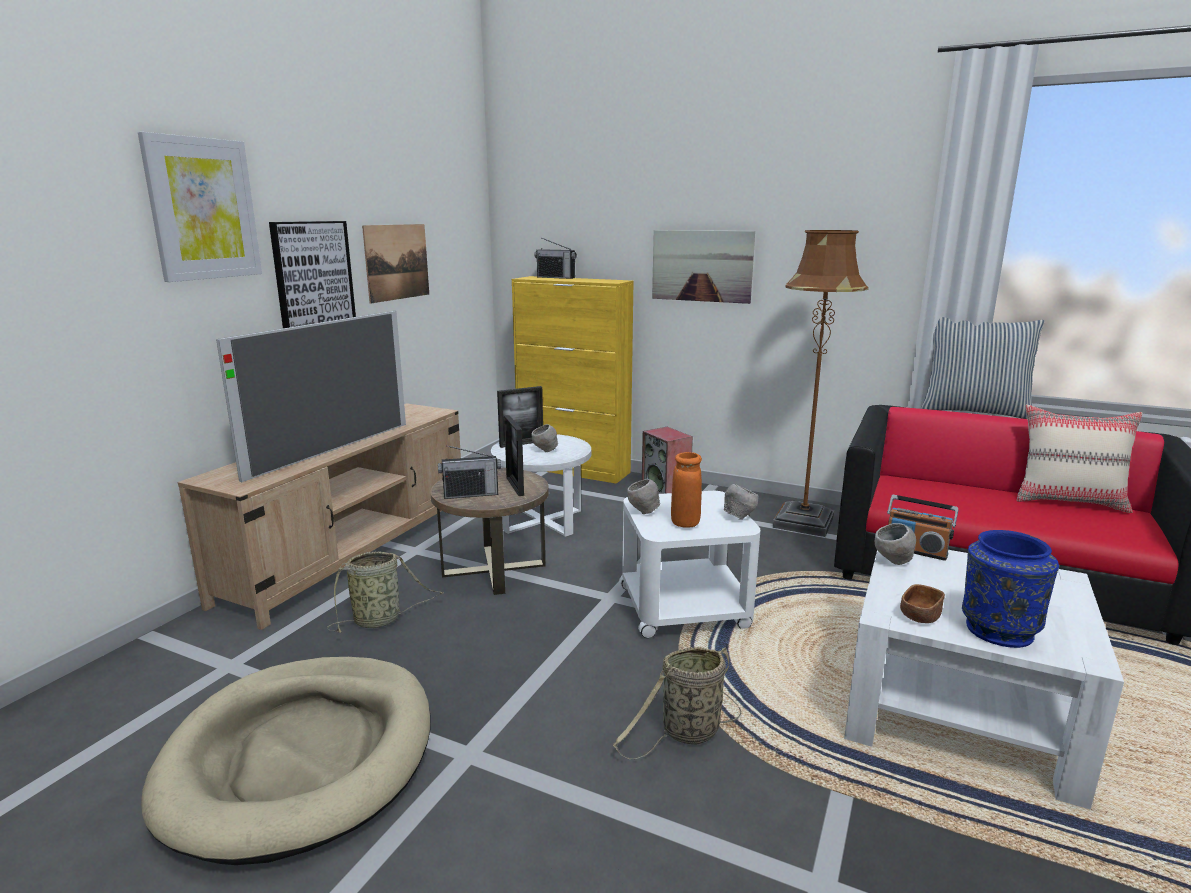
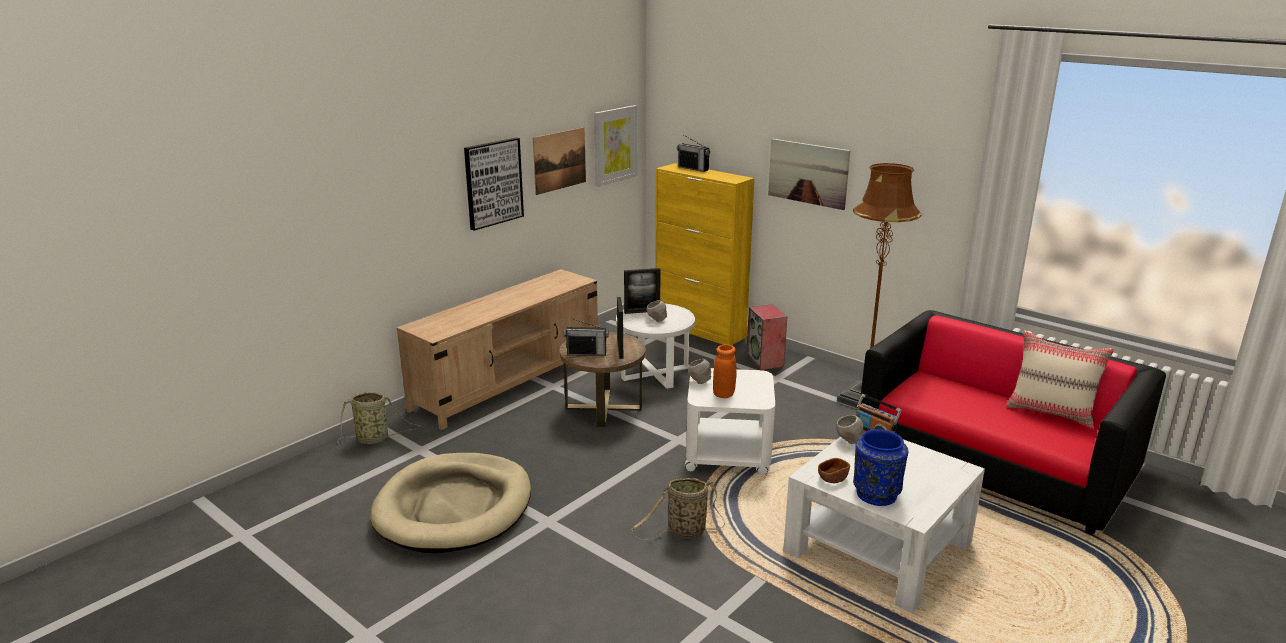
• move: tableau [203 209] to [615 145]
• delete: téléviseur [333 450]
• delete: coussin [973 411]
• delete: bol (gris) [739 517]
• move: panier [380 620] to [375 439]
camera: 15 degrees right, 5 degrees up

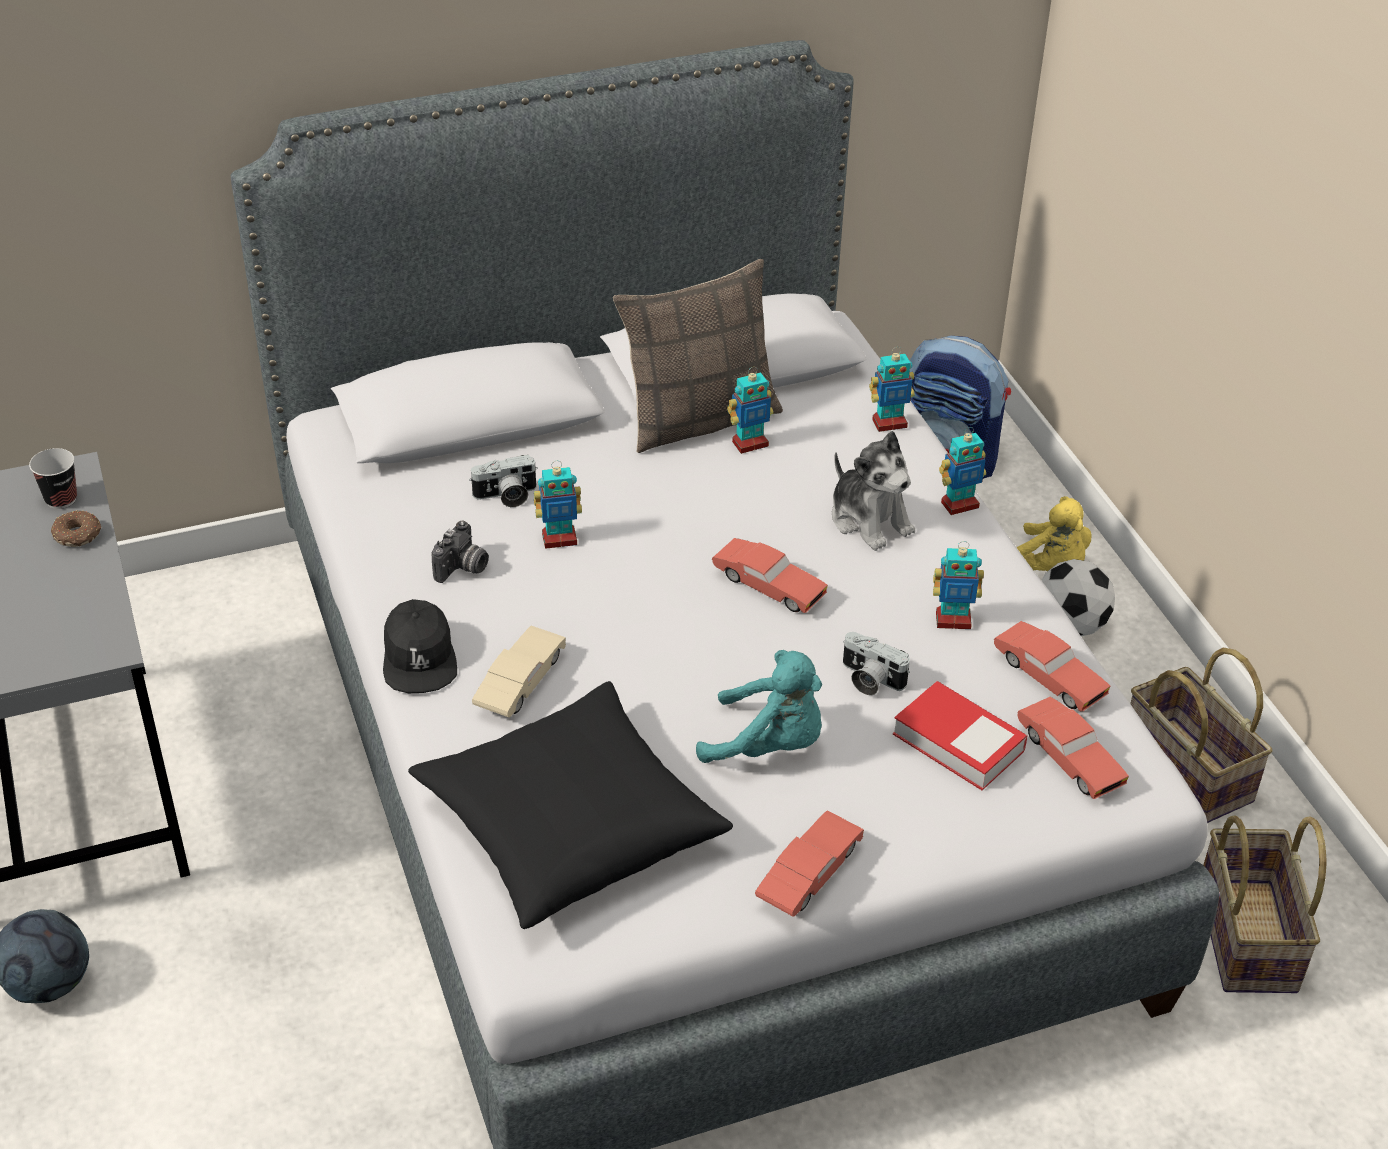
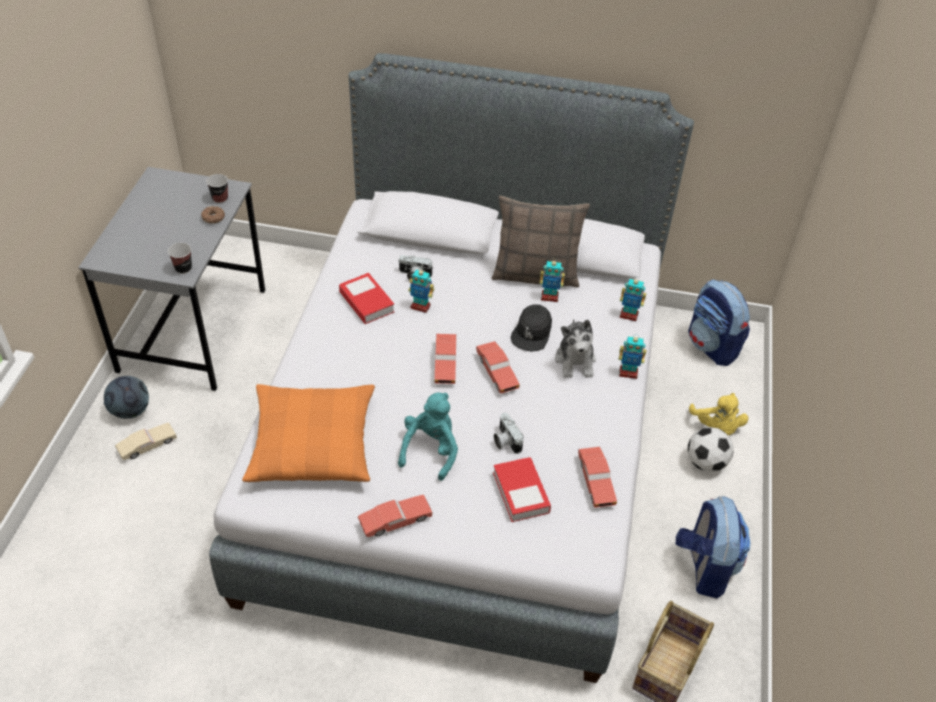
• replace: appareil photo [463 569] to livre [366 302]
• delete: robot jouet [953 620]
• move: casquette (noir) [419 657] to [532 333]
• move: petite voiture (beige) [520 684] to [147 446]
• replace: panier [1184 772] to sac à dos [704 567]
• rotate: peluche (turquoise) [769 745] = [431 450] 120 degrees counterclockwise
• recolor: coussin (noir) [569 823] to coussin (orange) [312 443]
• move: petite voiture (rouge) [1068 758] to [445 364]
• insert: tasse [183 268]
camera: 30 degrees right, 5 degrees up

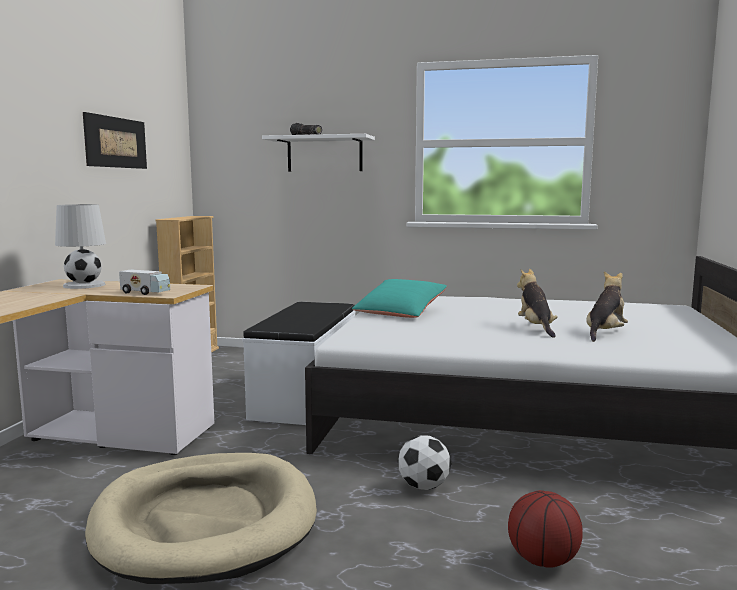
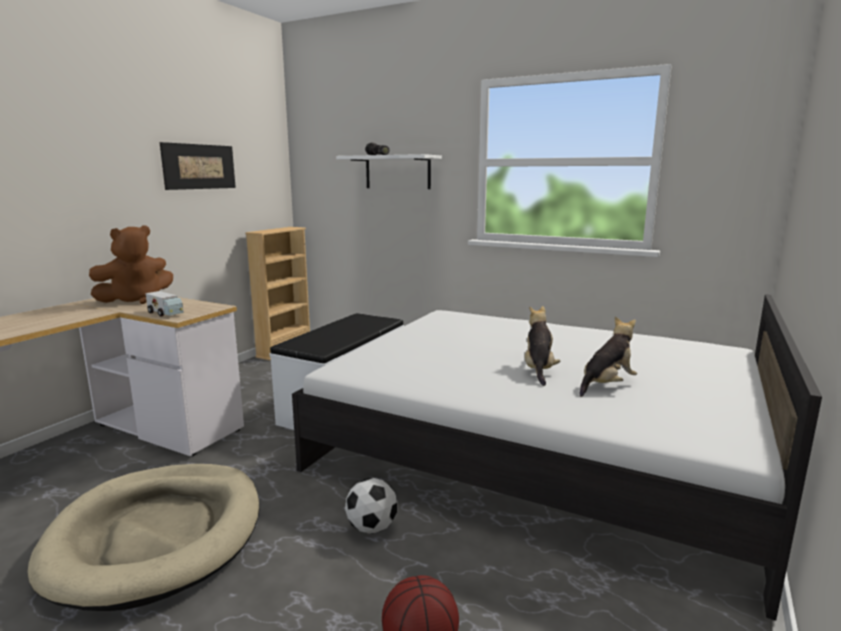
• replace: lampe de table (blanc) [84 285] to peluche (marron) [136 300]
• delete: coussin (turquoise) [400 312]
camera: 15 degrees right, 5 degrees up

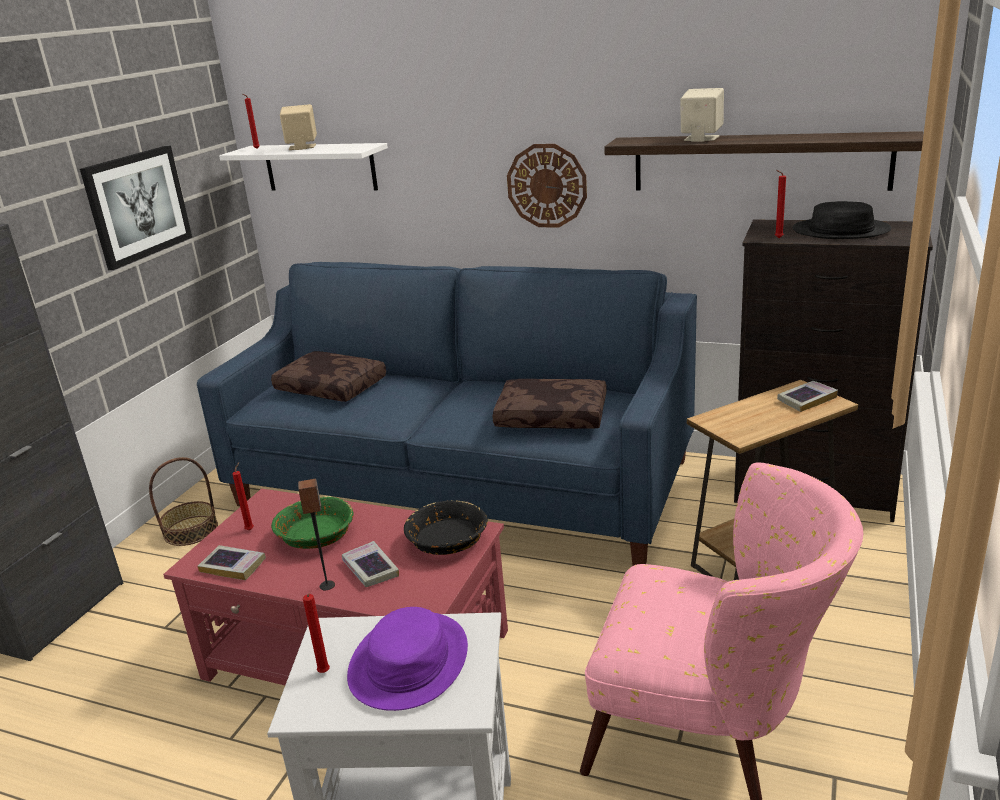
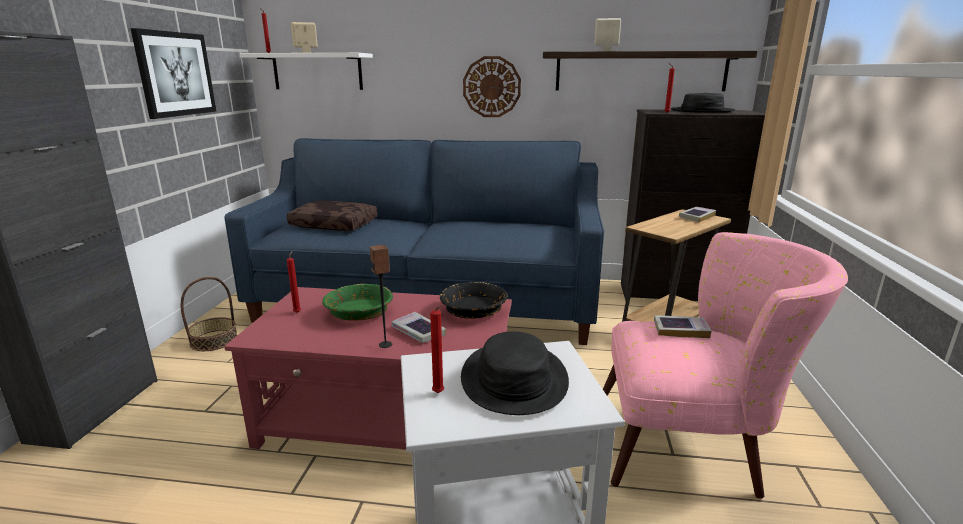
• delete: coussin (marron) [553 416]
• move: livre [233 566] to [680 330]
• recolor: chapeau (violet) [408 662] to chapeau (noir) [513 379]
camera: 15 degrees left, 5 degrees down

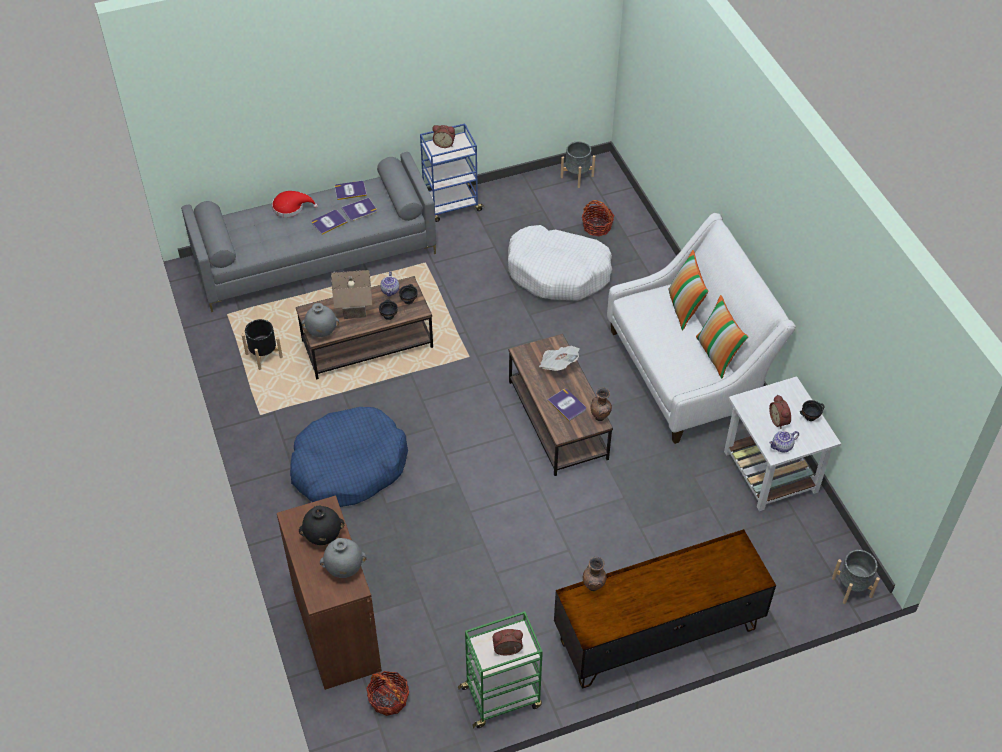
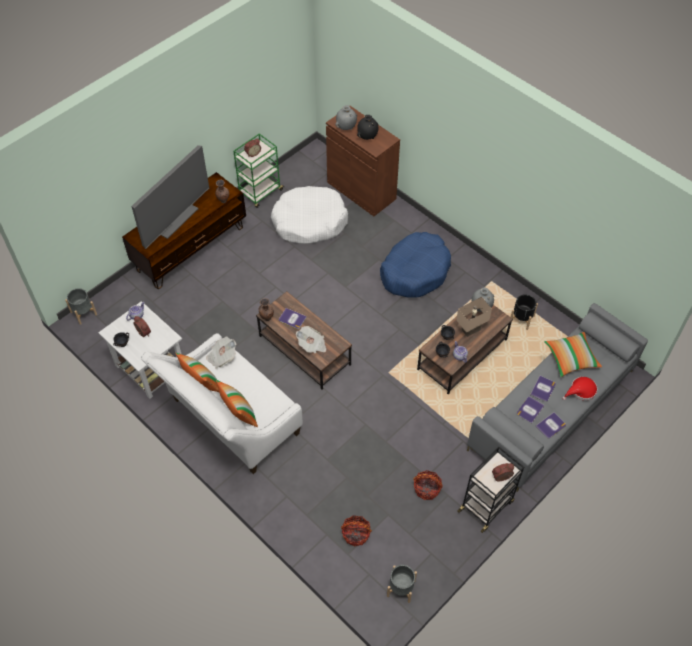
• recolor: chariot (bleu) [451 205] to chariot (noir) [486 505]
• move: panier pour chien (blanc) [558 272] to [309 222]
• move: panier [388 699] to [427 489]
• insert: téléviseur [174 218]
• insert: coussin [571 358]
• insert: journal [222 357]
camera: 155 degrees right, 5 degrees up

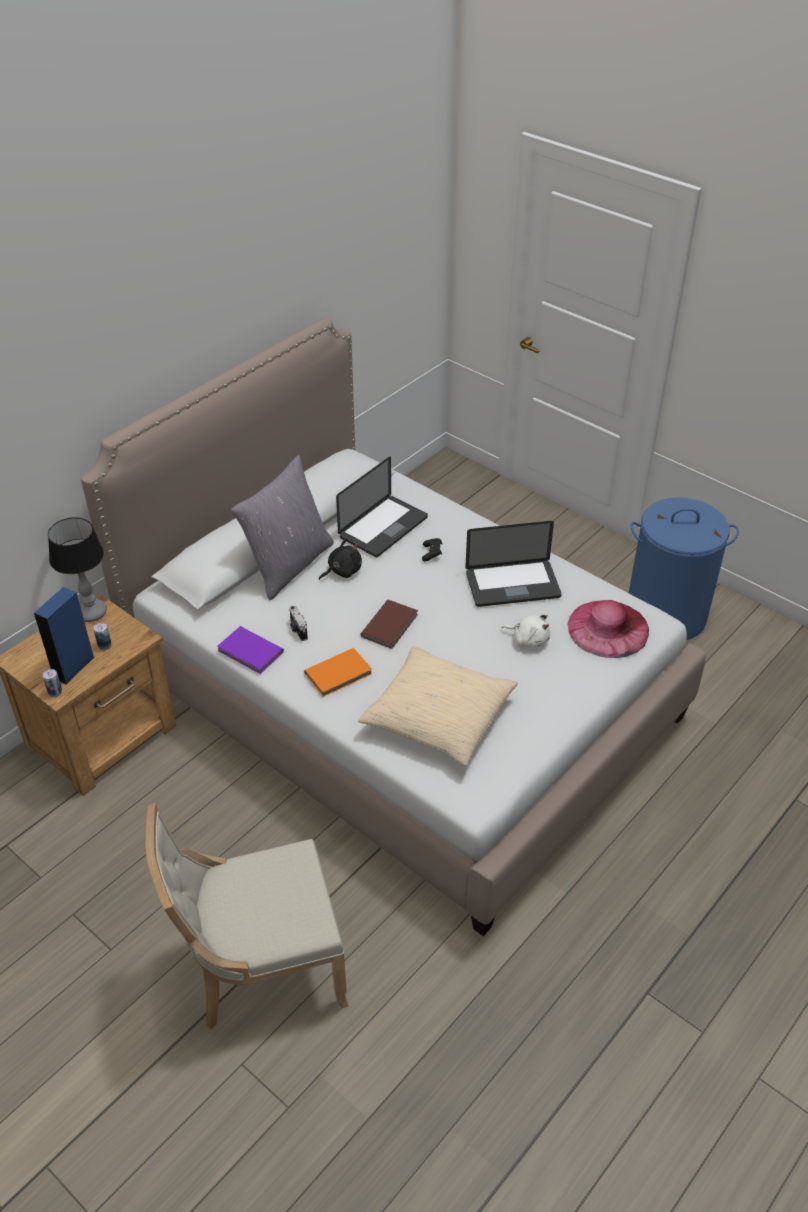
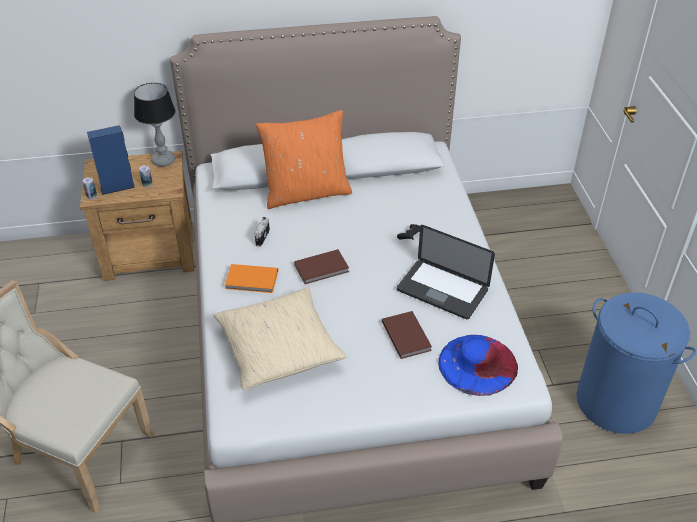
• recolor: coussin (gris) [288 565] to coussin (orange) [306 192]
• delete: ordinateur portable [383 527]
• delete: peluche (noir) [342 571]
• recolor: chapeau (rose) [608 628] to chapeau (bleu) [477 364]
• replace: peluche (blanc) [528 639] to livre (marron) [407 335]
• delete: livre (violet) [250 652]
camera: 40 degrees right, 0 degrees up

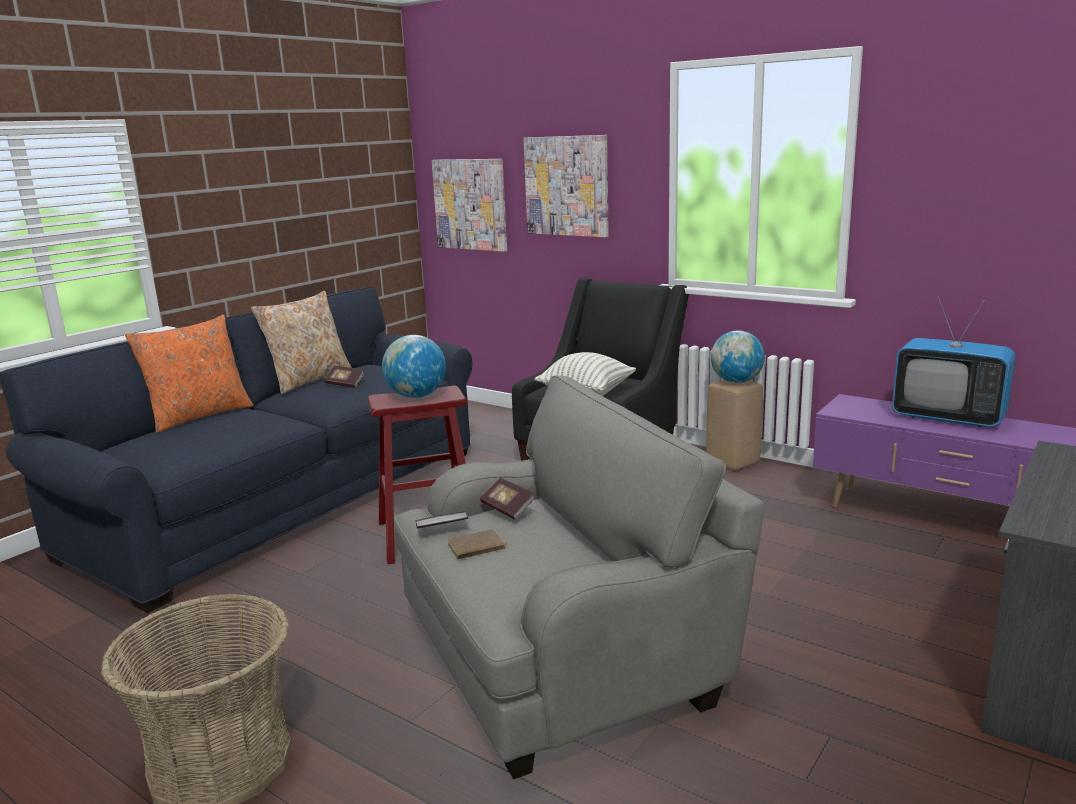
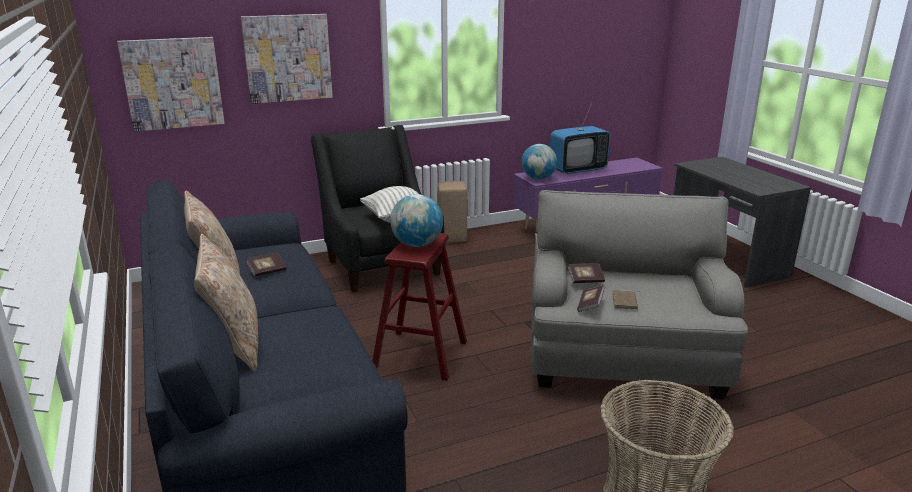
• recolor: coussin (orange) [199 415] to coussin (beige) [234 345]
• move: globe [736 382] to [538 178]
camera: 60 degrees left, 5 degrees up

